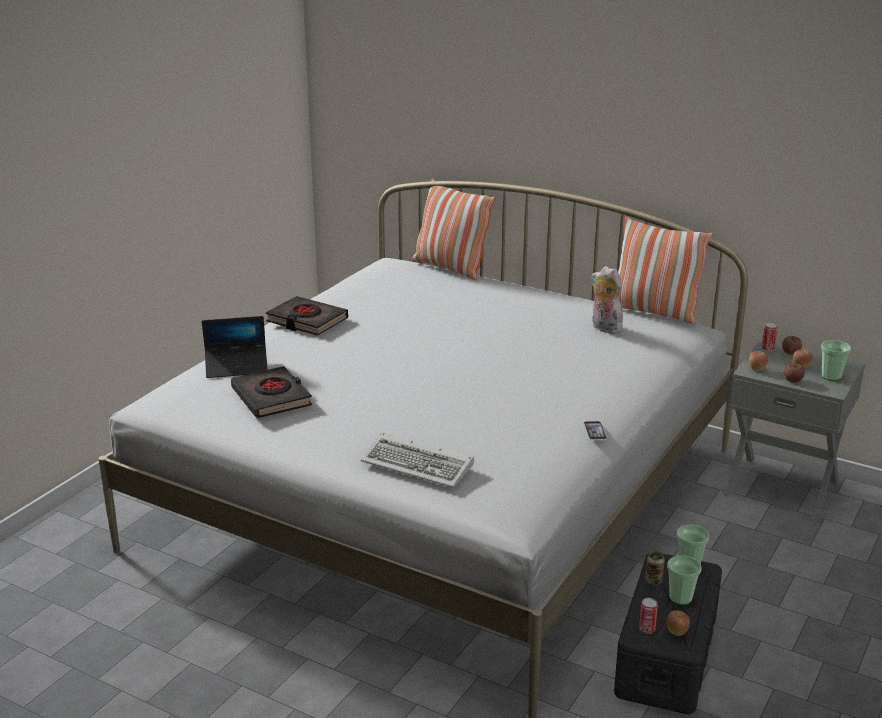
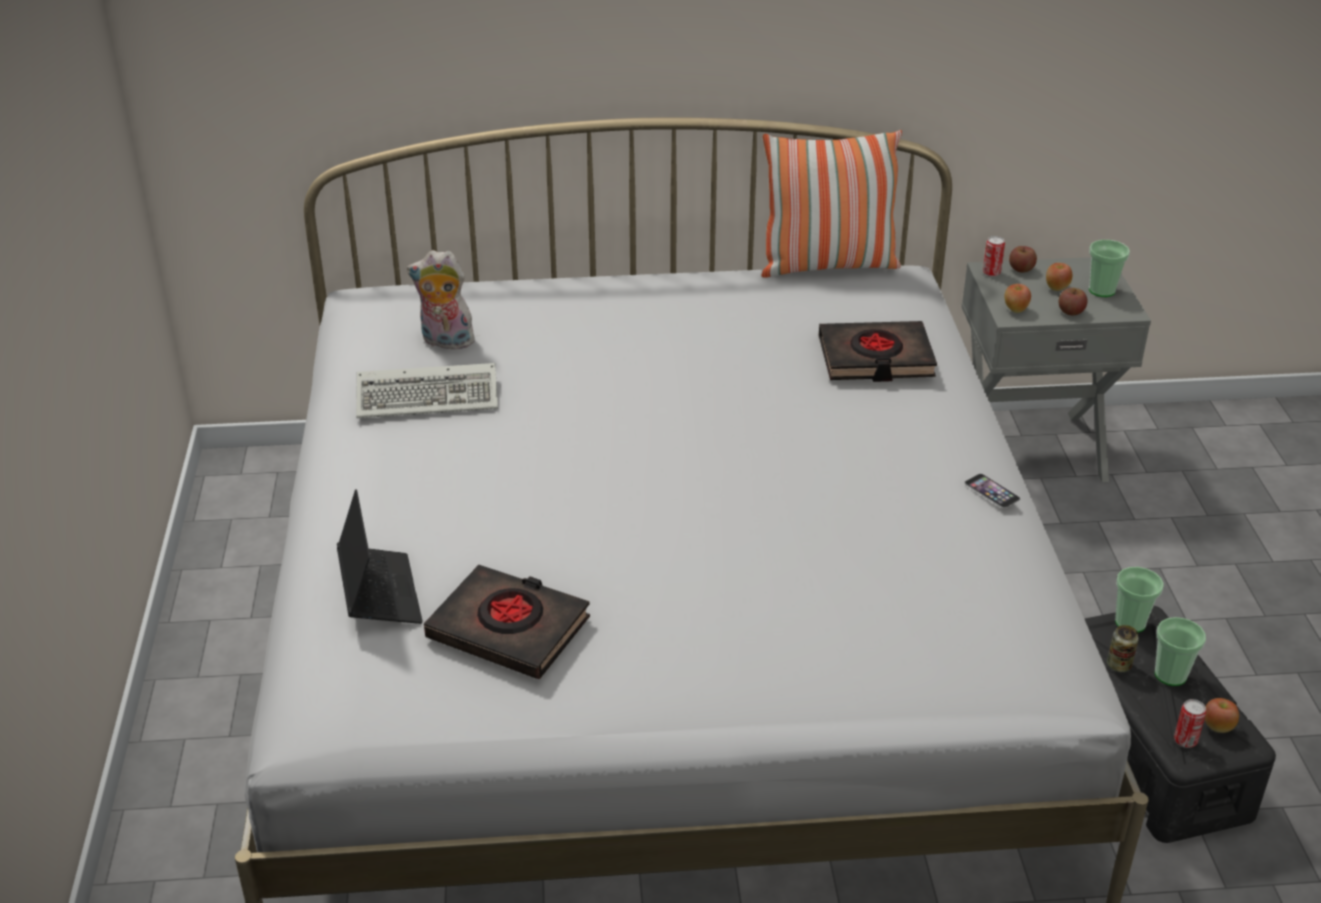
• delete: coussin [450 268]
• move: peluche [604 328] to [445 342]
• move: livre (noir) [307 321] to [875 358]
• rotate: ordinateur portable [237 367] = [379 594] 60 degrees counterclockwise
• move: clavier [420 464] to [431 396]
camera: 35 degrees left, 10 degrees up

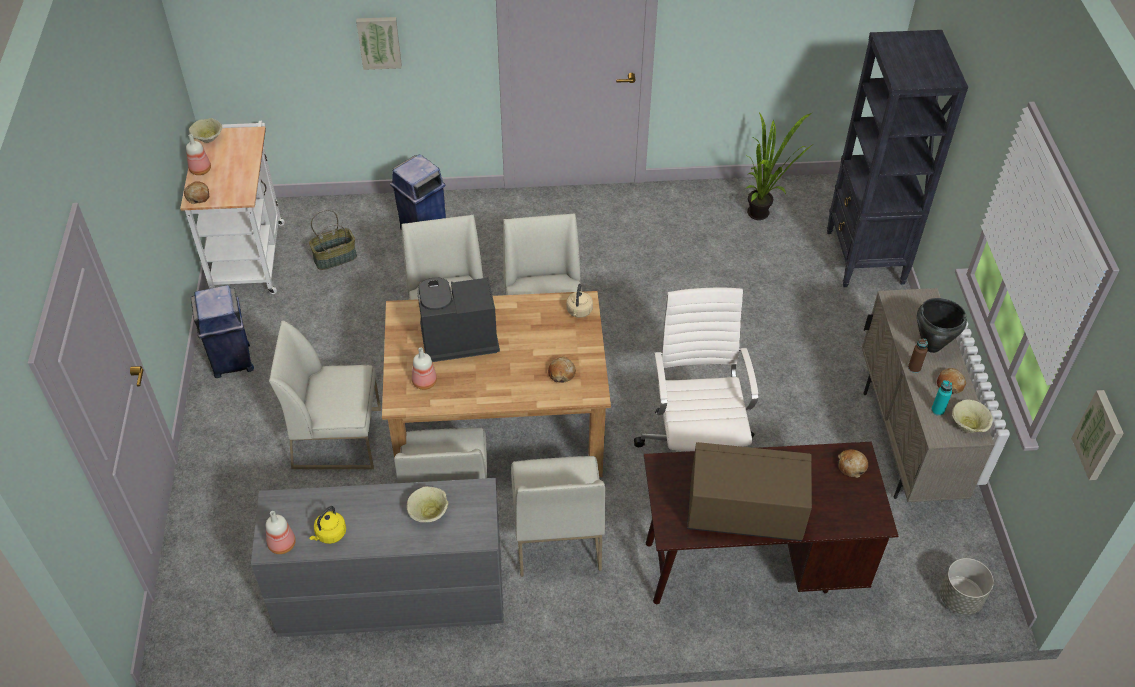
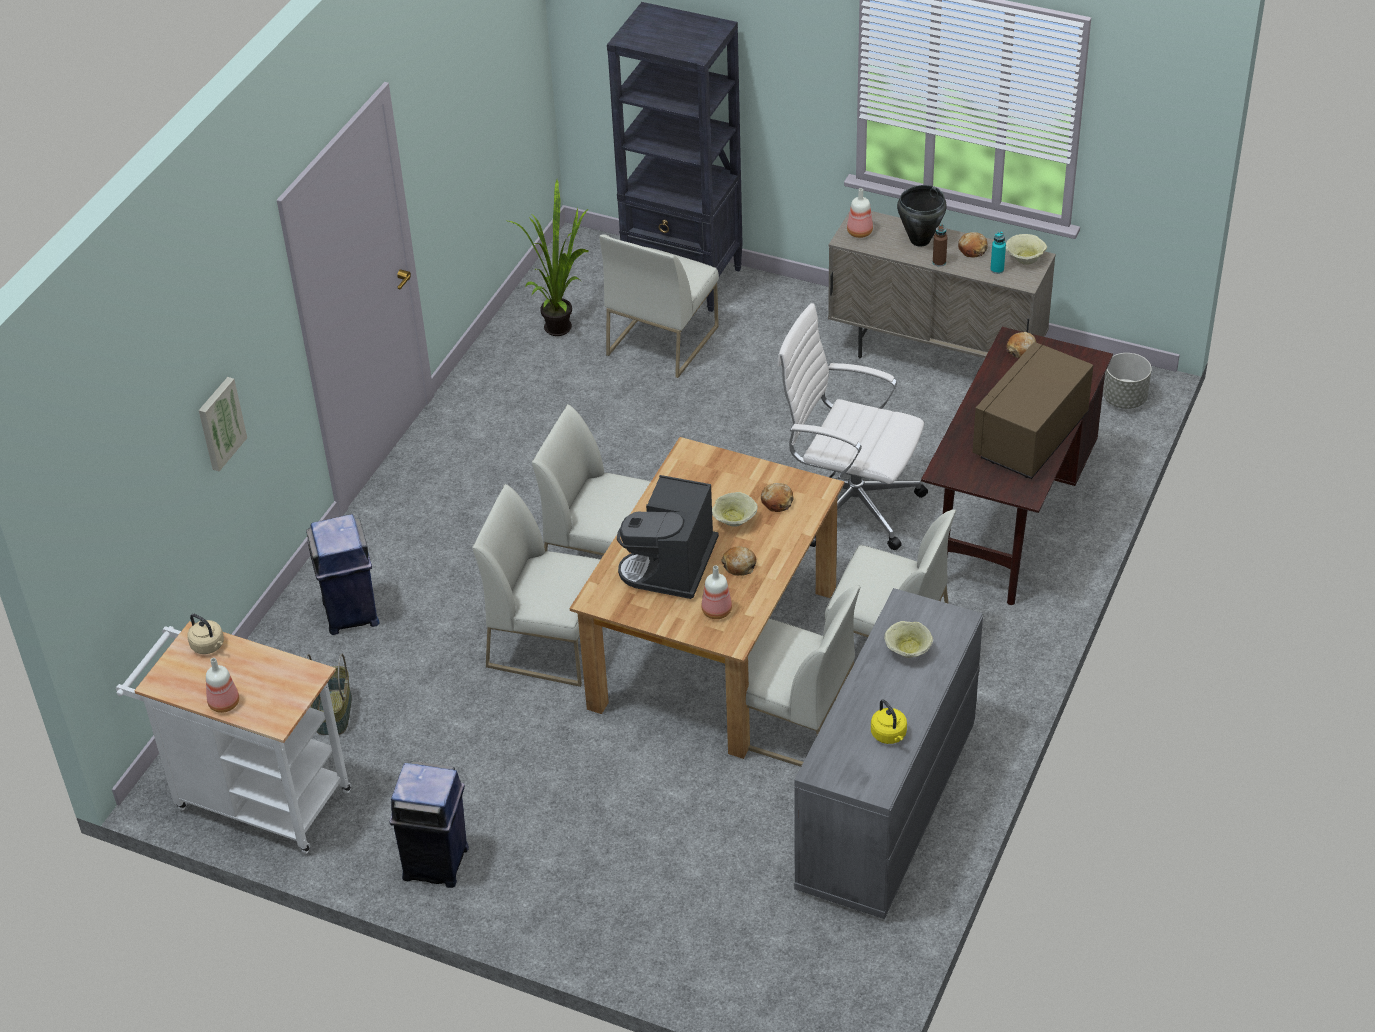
• move: bol (beige) [207 138] to [734 521]
• move: pain [198 196] to [739 565]
• move: bouilloire (beige) [579 312] to [209 646]
• move: chaise (blanc) [338 437] to [662 340]
• delete: tableau [1100 435]
• move: bouteille [281 544] to [859 233]
camera: 60 degrees left, 5 degrees down

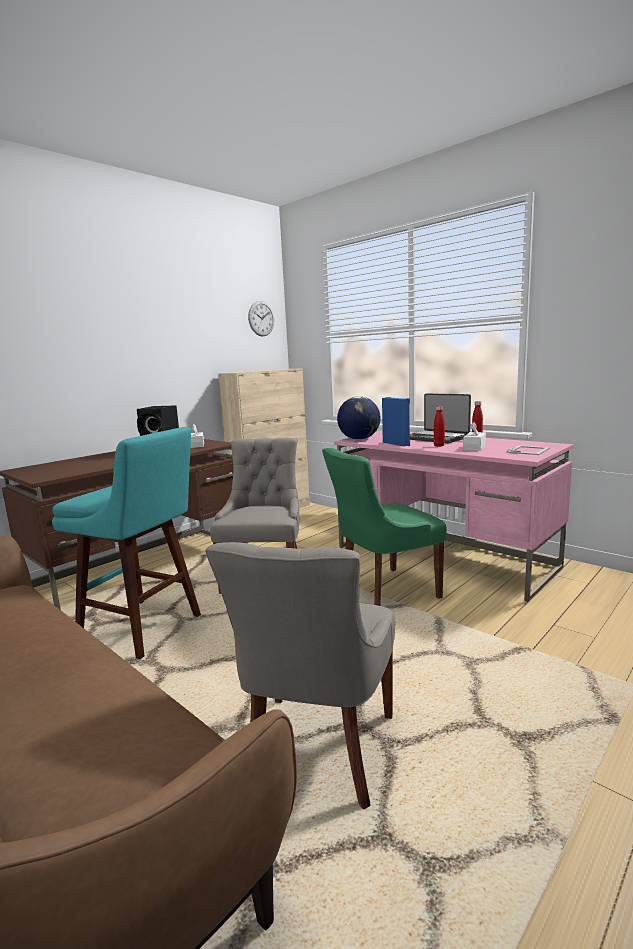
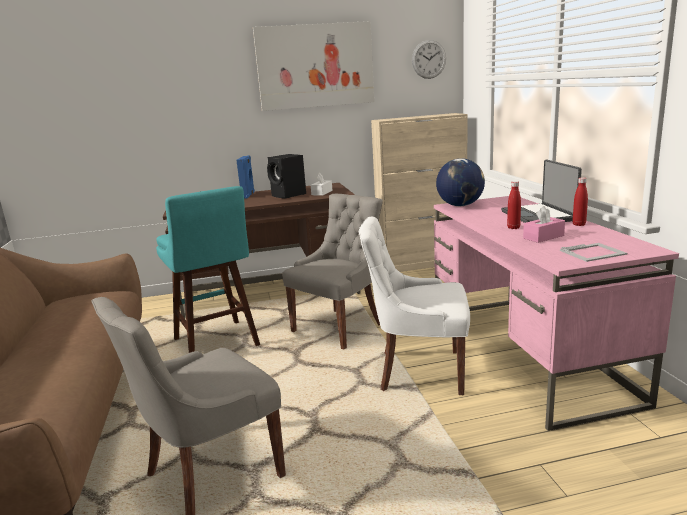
• move: enceinte (bleu) [397 444] to [248 195]
• recolor: boîte à mouchoirs (blanc) [474 447] to boîte à mouchoirs (rose) [543 237]
• recolor: chaise (vert) [384 592] to chaise (blanc) [418 371]
• insert: tableau [315 66]
camera: 35 degrees right, 5 degrees up

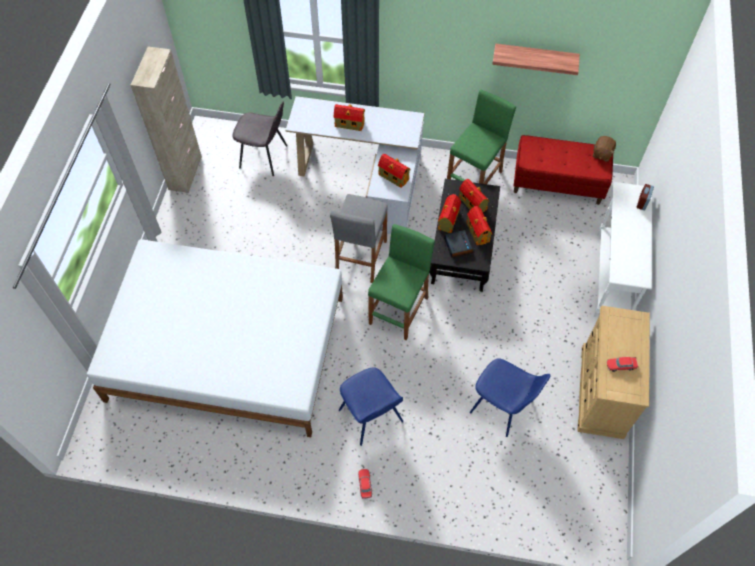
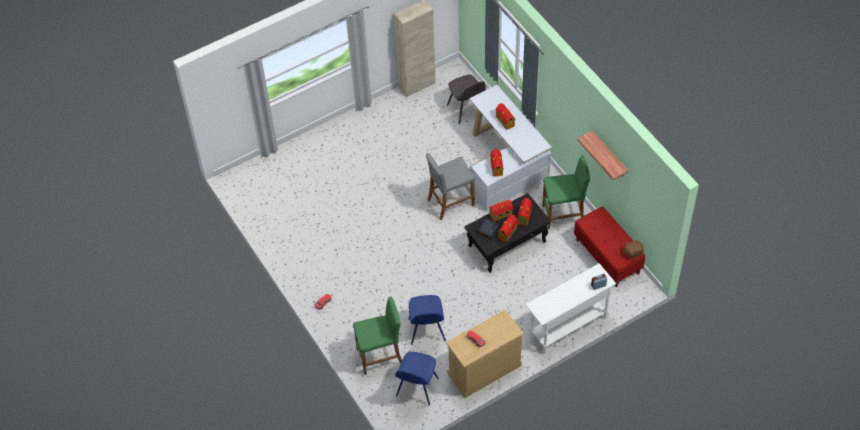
• move: tabouret (vert) [399 310] to [380 356]
• delete: lit (blanc) [227 347]
• move: chaise (bleu) [371 417] to [416 388]
camera: 50 degrees right, 5 degrees down

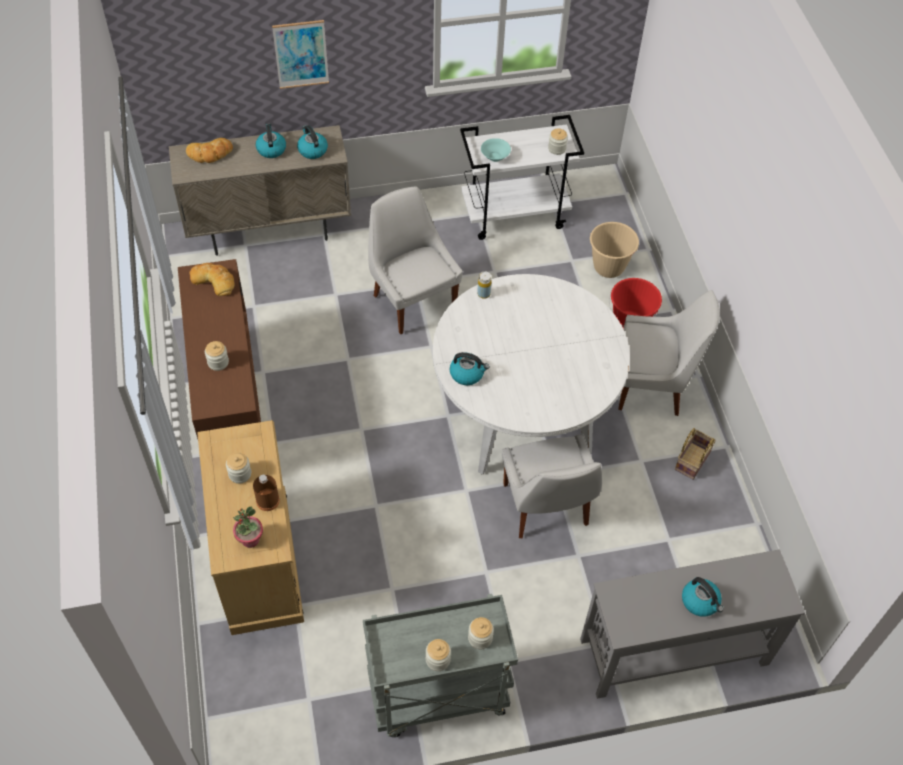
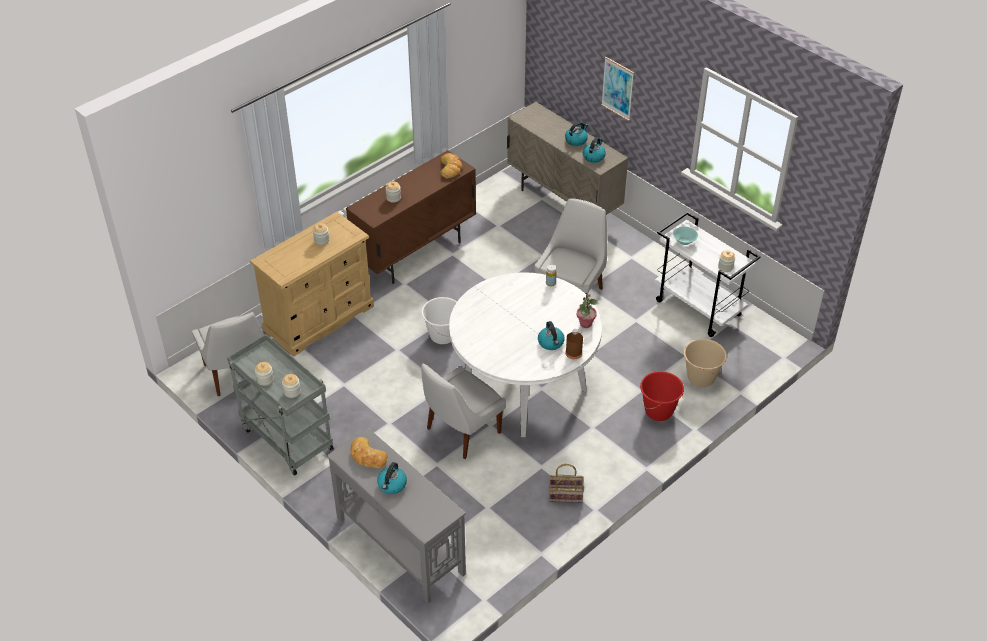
• move: pain [210 153] to [367 456]
• move: chaise (blanc) [652 386] to [237 374]
• move: bouilloire [467 374] to [551 343]
• move: bouteille (marron) [267 500] to [573 353]
• move: plante en pot [250 540] to [585 323]
• insert: seau (blanc) [442 335]
camera: 60 degrees right, 10 degrees down

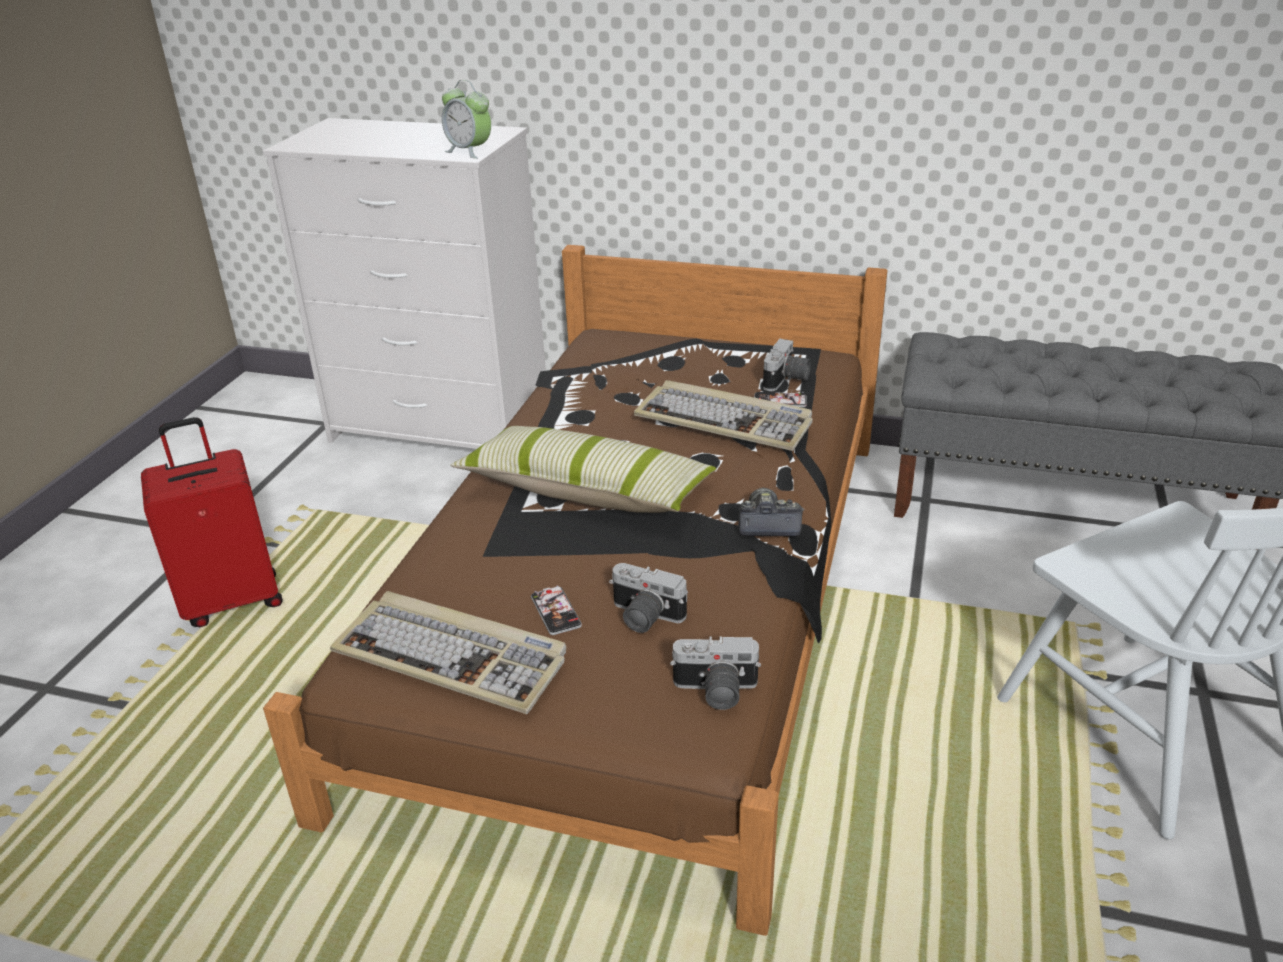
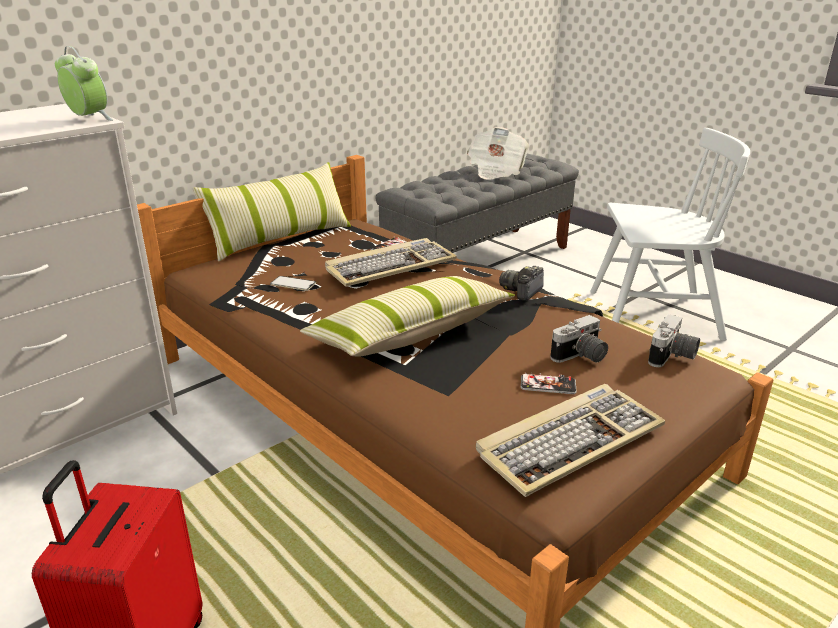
• rotate: réveil [469 152] = [89 119] 120 degrees counterclockwise
• delete: appareil photo [787 380]
• insert: journal [496 171]
• insert: coussin [280 238]
• insert: téléphone [293 283]
camera: 60 degrees left, 5 degrees down

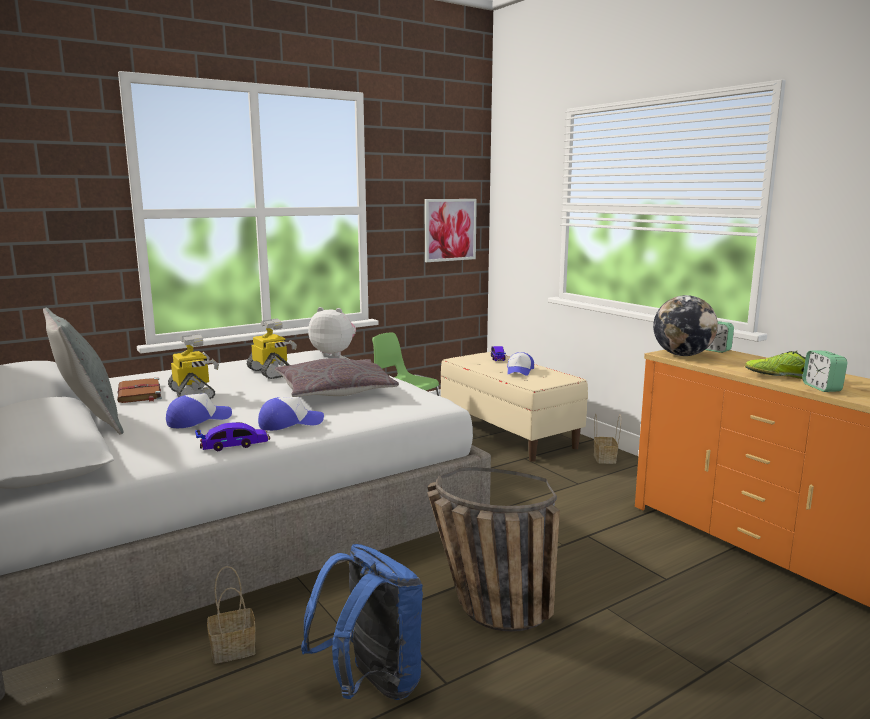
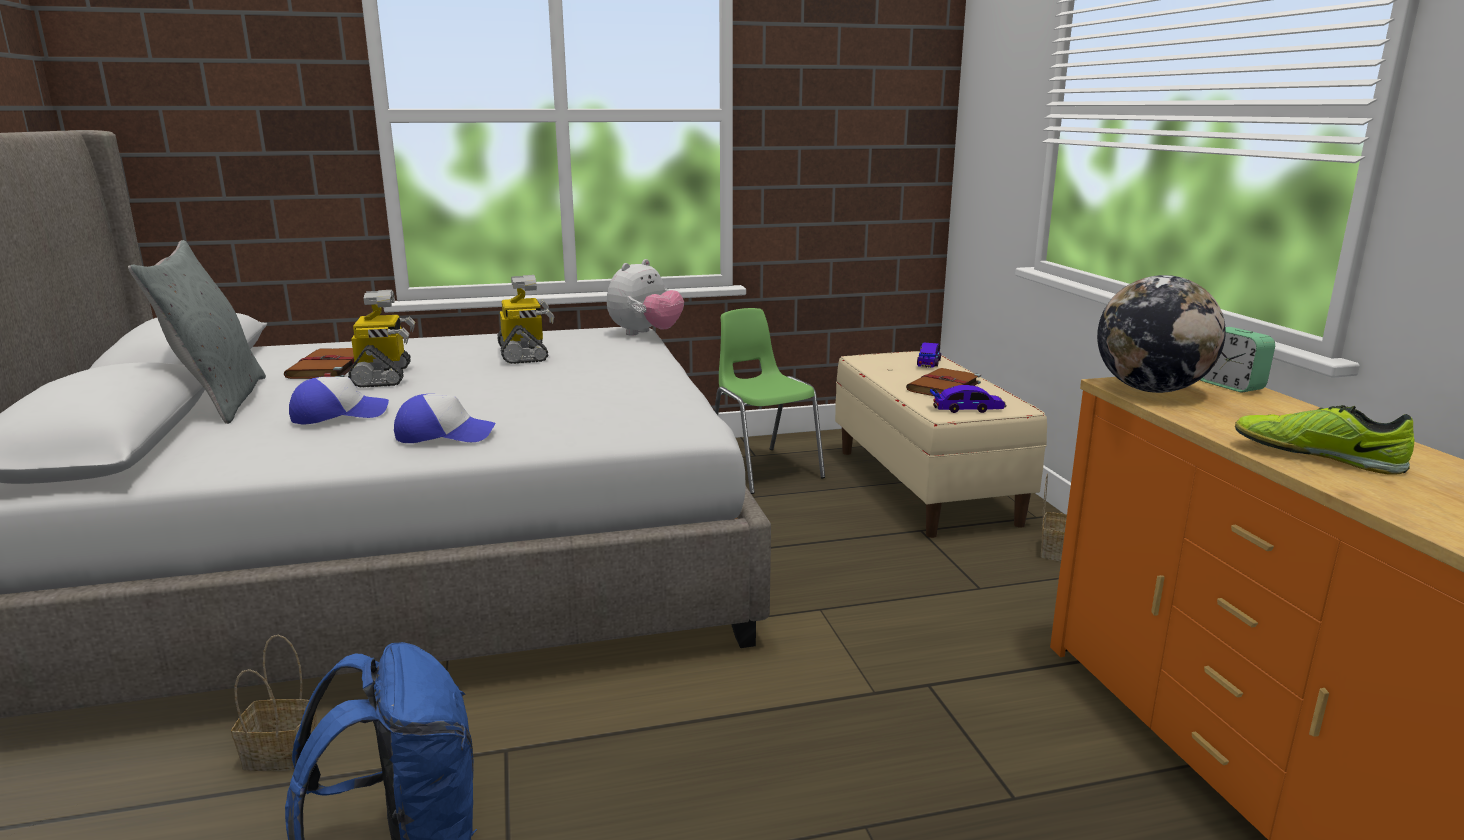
• delete: tableau [450 230]
• rotate: peluche [334 353] = [645 334] 90 degrees clockwise
• delete: réveil [821 388]
• replace: casquette [519 371] to livre (marron) [943 387]
• delete: coussin (gris) [335 391]
• move: petite voiture [233 445] to [967 409]
• delete: panier [483 609]
camera: 20 degrees right, 5 degrees up

